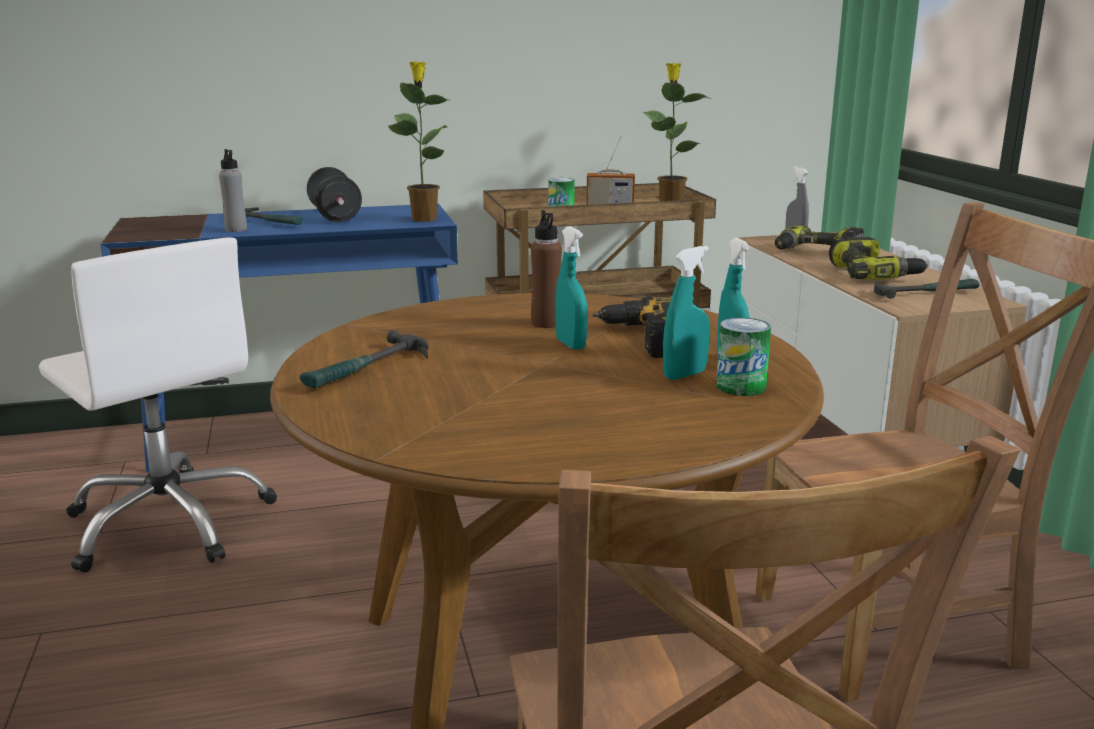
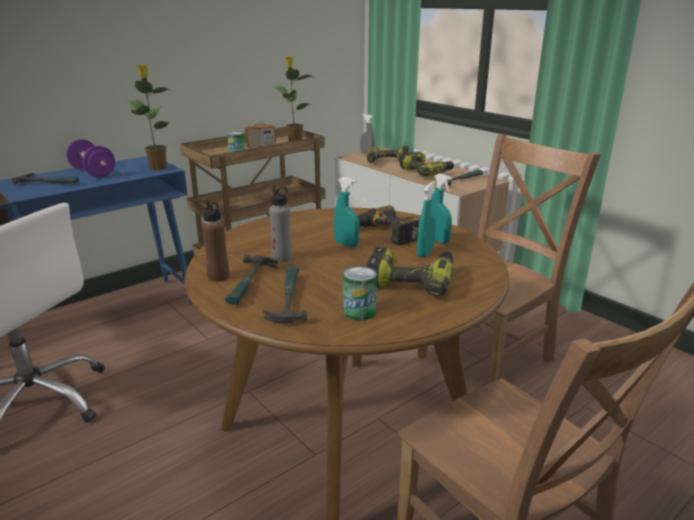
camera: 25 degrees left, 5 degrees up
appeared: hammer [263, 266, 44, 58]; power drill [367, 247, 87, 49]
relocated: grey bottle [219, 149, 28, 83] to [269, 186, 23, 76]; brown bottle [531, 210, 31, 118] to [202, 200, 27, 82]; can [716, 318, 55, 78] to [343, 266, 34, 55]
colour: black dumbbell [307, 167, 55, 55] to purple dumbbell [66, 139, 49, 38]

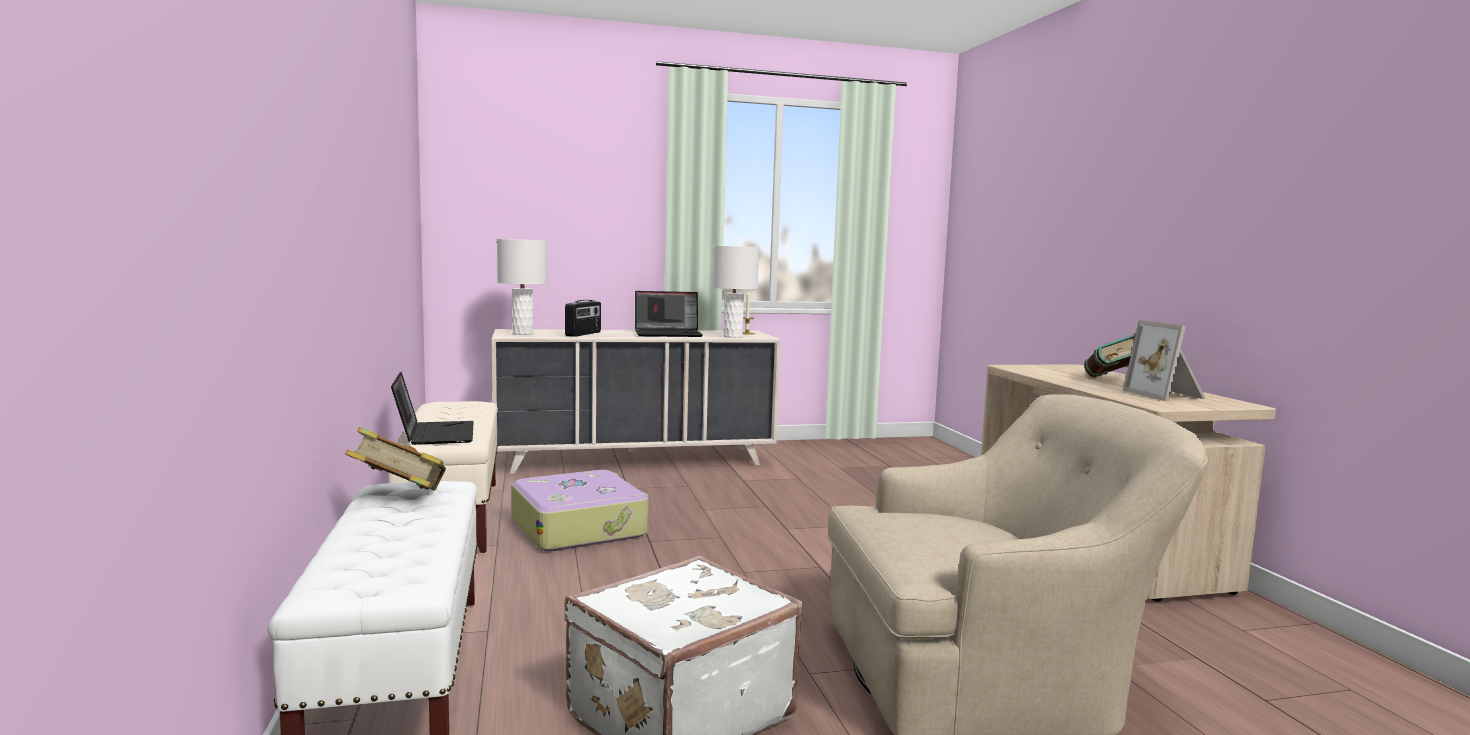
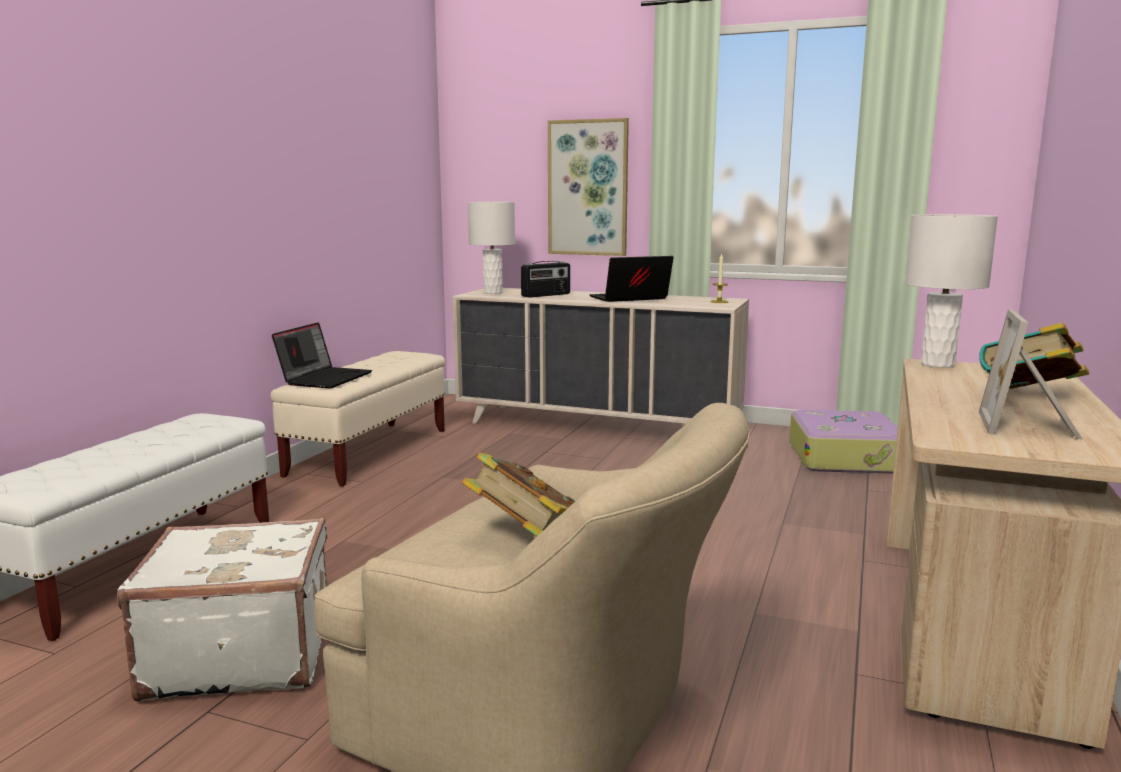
camera: 35 degrees right, 5 degrees up
appeared: picture [548, 118, 81, 138]
relocated: book [345, 427, 101, 64] to [462, 453, 113, 83]; suitcase [511, 470, 138, 81] to [789, 410, 109, 64]; white table lamp [711, 246, 48, 92] to [905, 214, 93, 154]
spun: laptop [635, 291, 68, 46] = [589, 256, 85, 46] 135 degrees clockwise

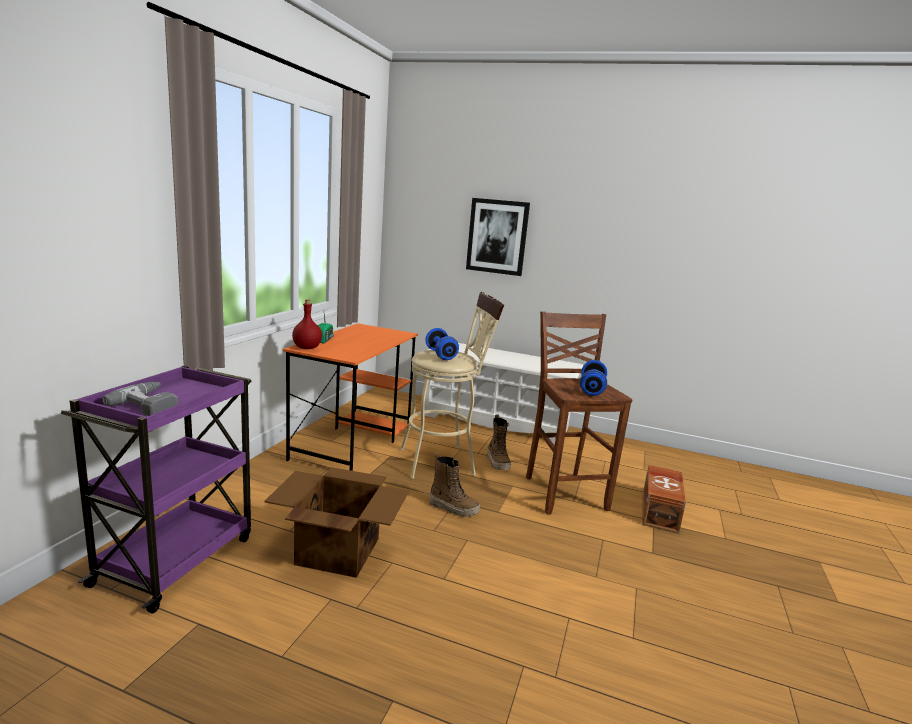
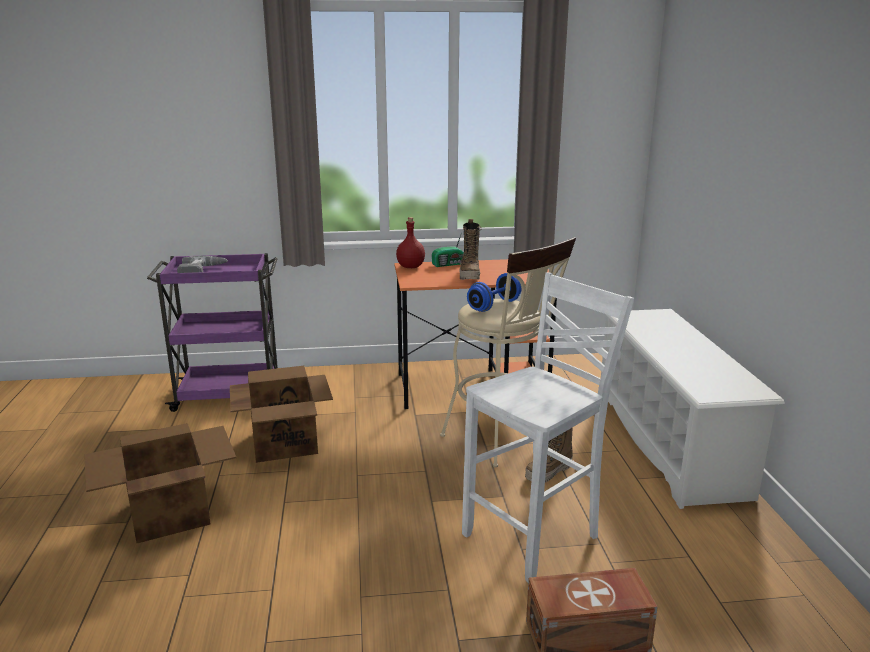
camera: 65 degrees right, 5 degrees up
missing: picture [466, 198, 64, 78]; blue dumbbell [580, 360, 27, 36]
appeared: cardboard box [84, 423, 152, 121]
relocated: boot [429, 454, 51, 63] to [459, 219, 22, 61]
colour: brown stool [526, 311, 106, 203] to white stool [462, 272, 172, 310]

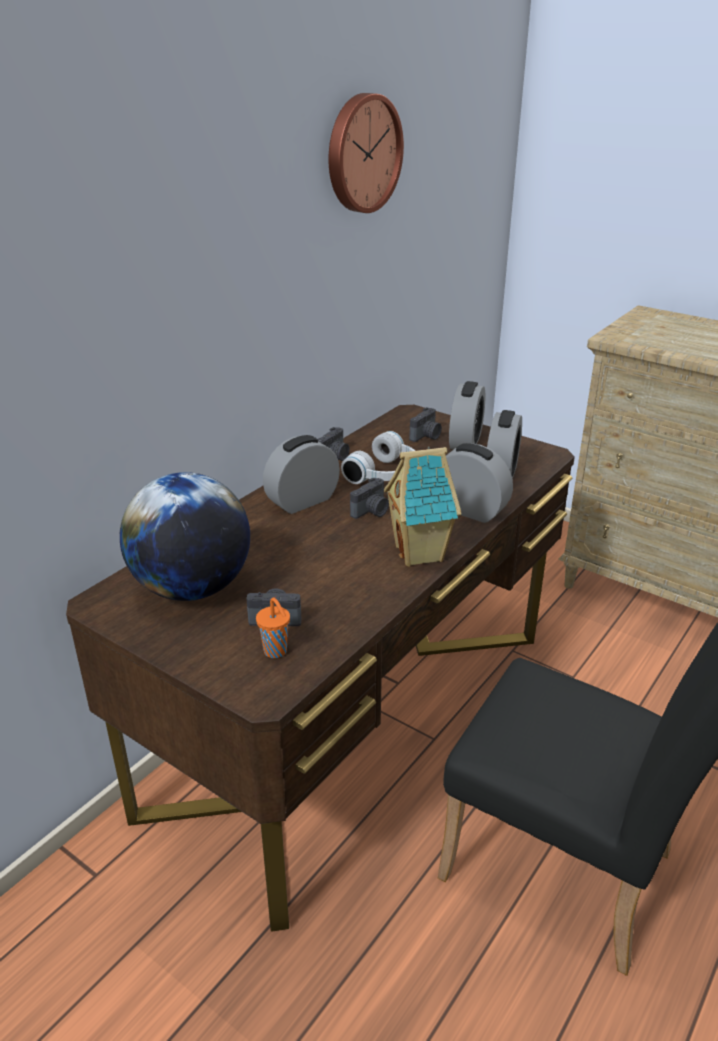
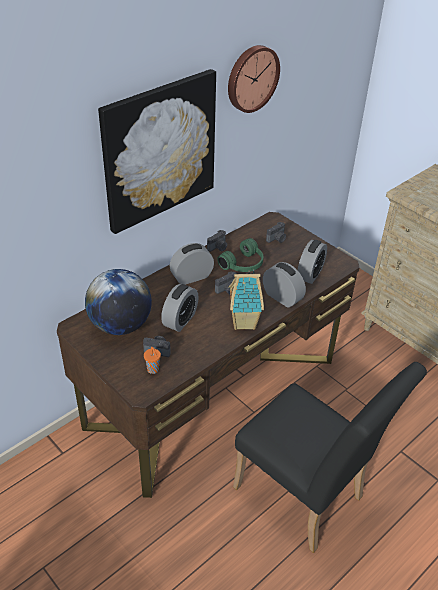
camera: 10 degrees right, 10 degrees up
appeared: picture [98, 69, 118, 165]
relocated: alarm clock [449, 381, 36, 68] to [161, 284, 38, 48]
colour: white headphones [341, 431, 74, 53] to green headphones [217, 238, 46, 34]

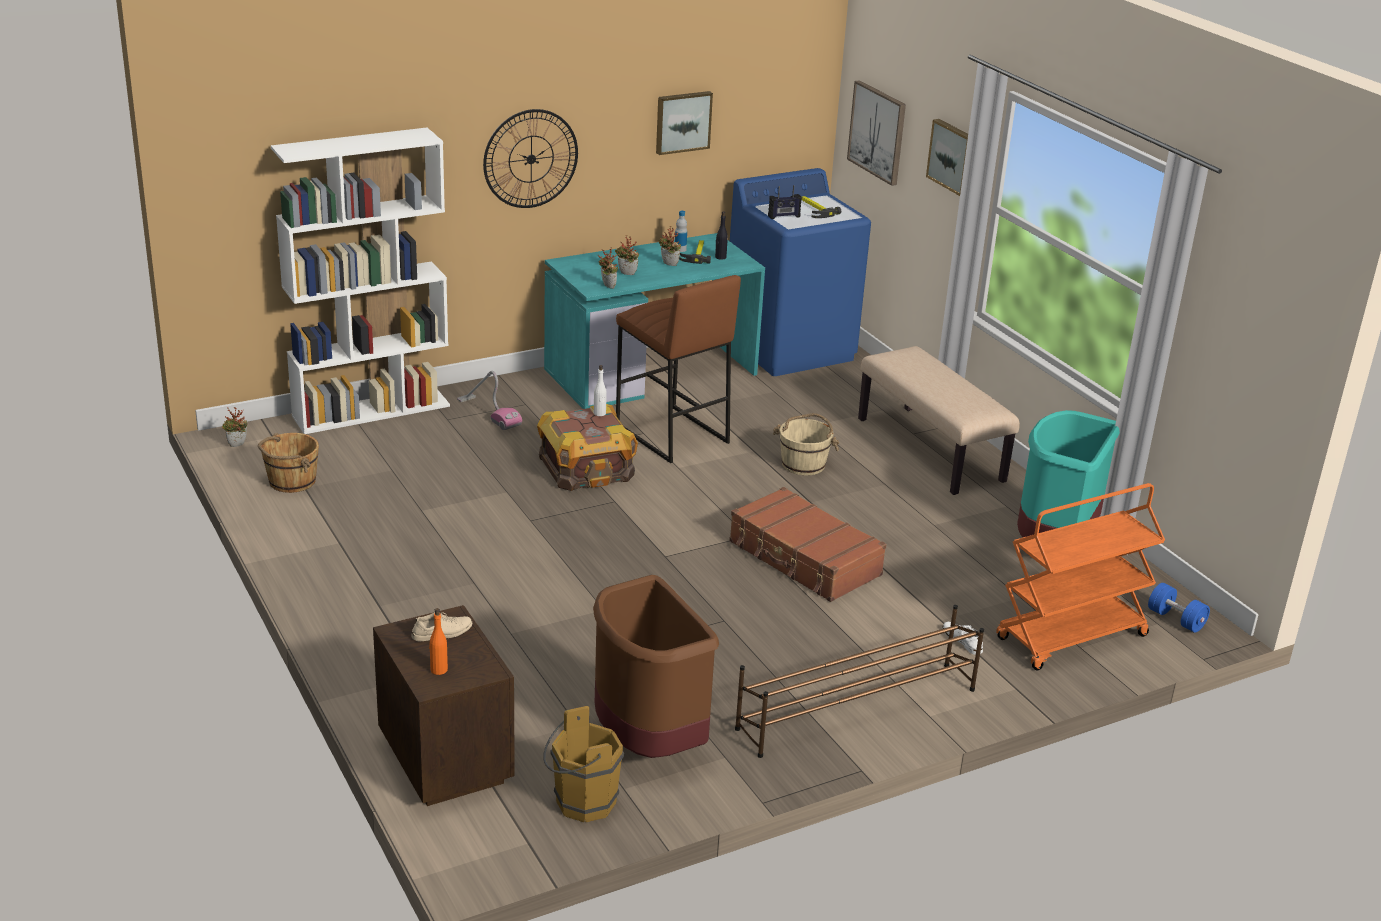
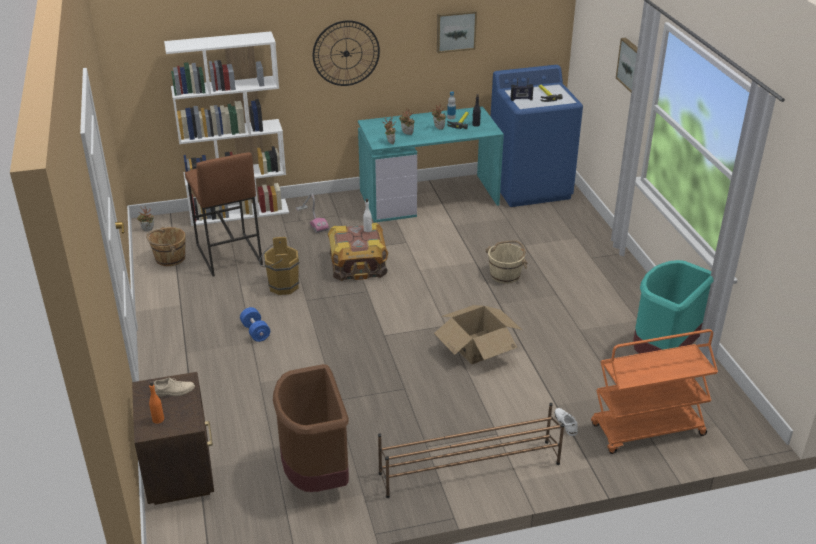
camera: 15 degrees right, 5 degrees up
missing: picture [847, 80, 59, 106]; beige bench [858, 346, 162, 149]
relocated: brown bucket [544, 706, 80, 116] to [259, 237, 41, 58]; brown stool [616, 275, 125, 188] to [185, 152, 78, 125]; blue dumbbell [1148, 583, 62, 50] to [240, 307, 30, 35]
exchanged: brown suitcase [729, 487, 158, 115] to cardboard box [434, 305, 88, 59]

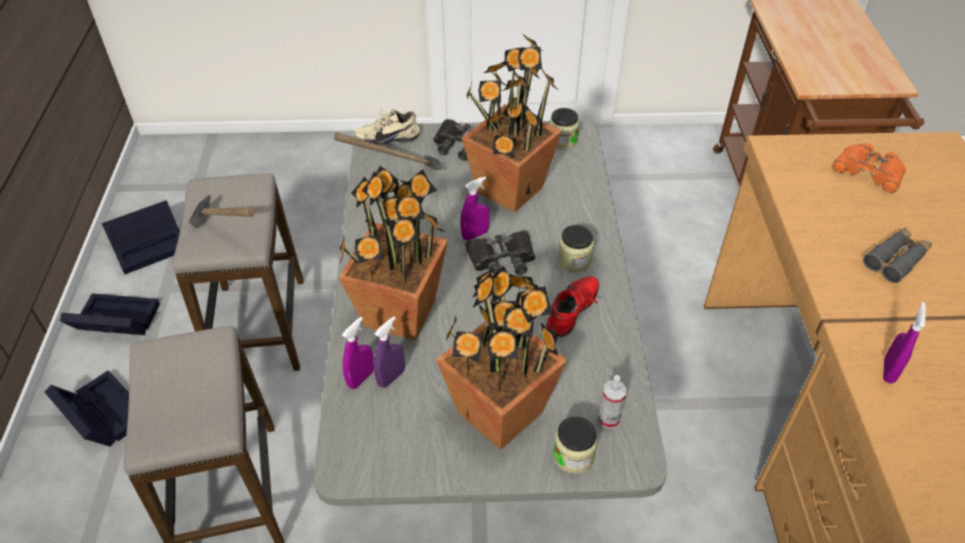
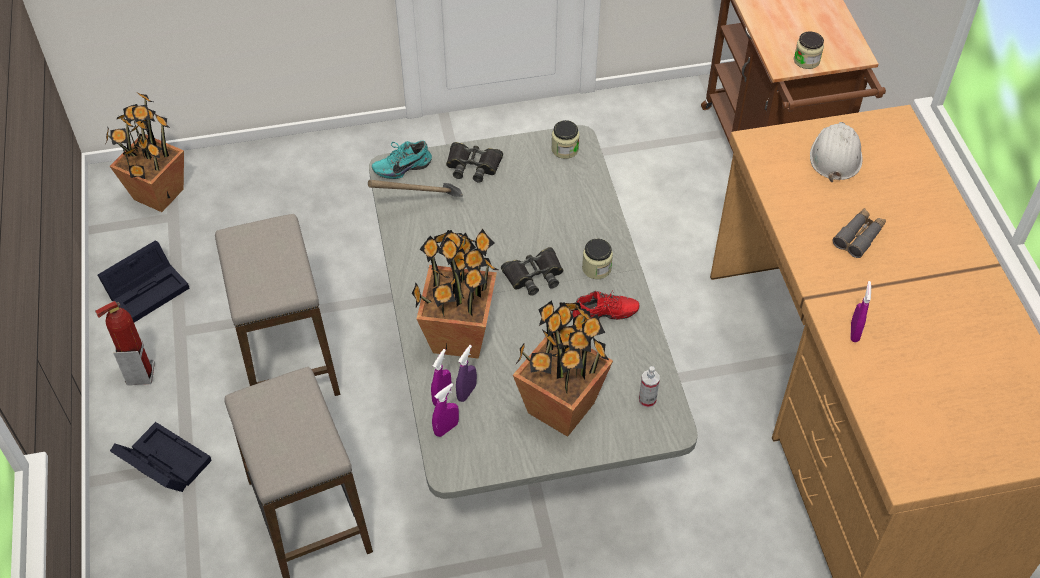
camera: 10 degrees left, 5 degrees up
missing: hammer [189, 195, 67, 31]
relocated: purple spray bottle [460, 177, 30, 64] to [432, 383, 27, 54]; potted plant [462, 33, 100, 179] to [106, 92, 78, 120]; jar [553, 416, 45, 58] to [794, 32, 30, 37]
exchanged: black storage box [60, 293, 100, 42] to fire extinguisher [95, 301, 60, 84]; orange binoculars [832, 143, 74, 50] to white hard hat [810, 122, 53, 61]
colour: beige shoe [354, 109, 66, 38] to turquoise shoe [372, 141, 60, 38]
spun: red shoe [546, 276, 53, 61] = [572, 290, 67, 30] 60 degrees clockwise

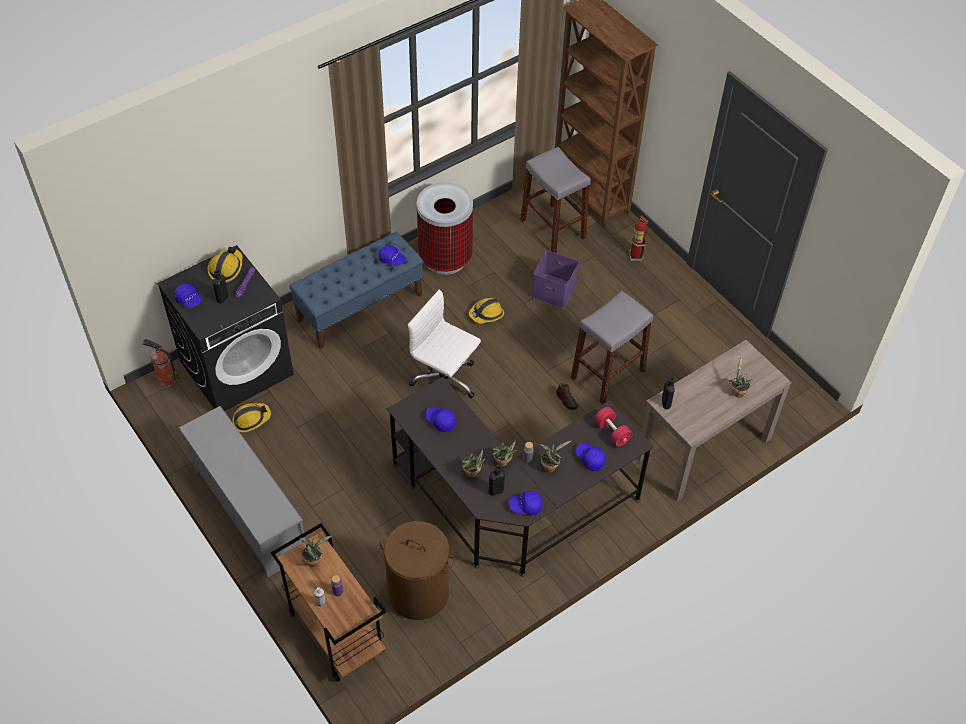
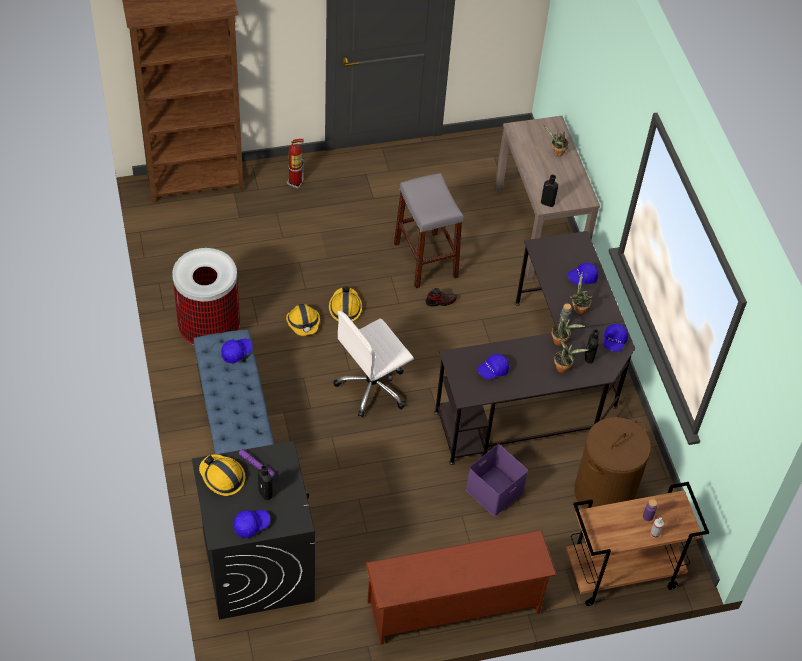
camera: 70 degrees left, 0 degrees up
missing: fire extinguisher [142, 339, 37, 49]; potted plant [300, 535, 32, 32]; grey stool [520, 147, 71, 106]; red dumbbell [594, 407, 39, 40]
relocated: hard hat [233, 403, 38, 29] to [329, 286, 33, 35]; purple storage box [532, 250, 47, 58] to [466, 444, 62, 73]
colour: grey shoe rack [179, 406, 126, 171] to brown shoe rack [365, 530, 192, 115]

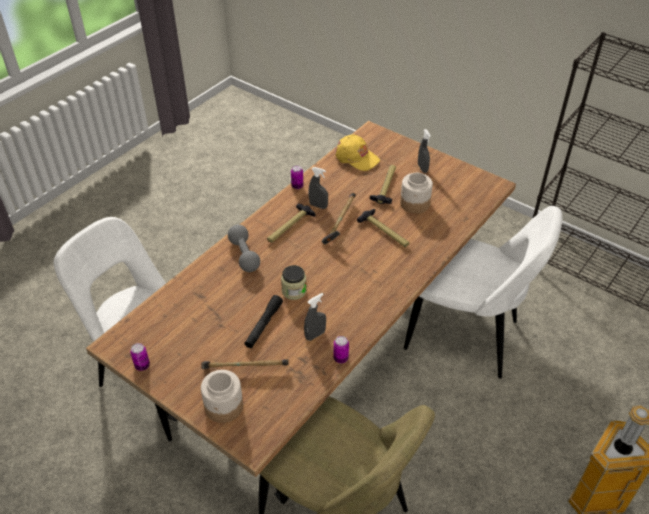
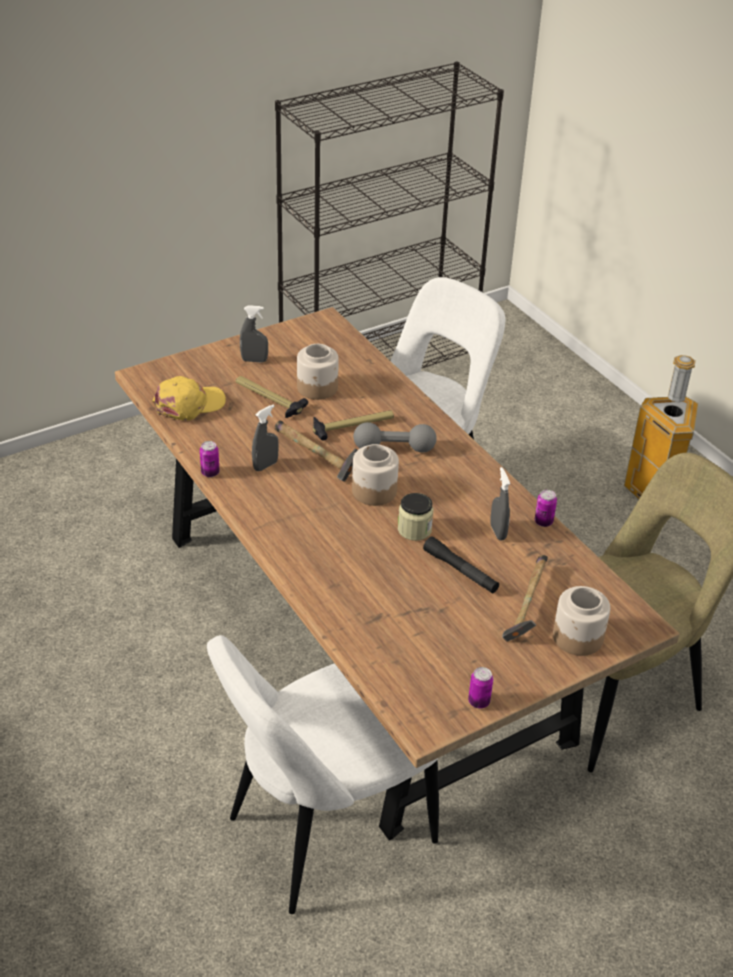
camera: 70 degrees left, 5 degrees down
missing: hammer [267, 203, 48, 40]
appeared: jar [352, 444, 47, 62]
relocated: grey dumbbell [228, 224, 32, 48] to [353, 422, 84, 31]

